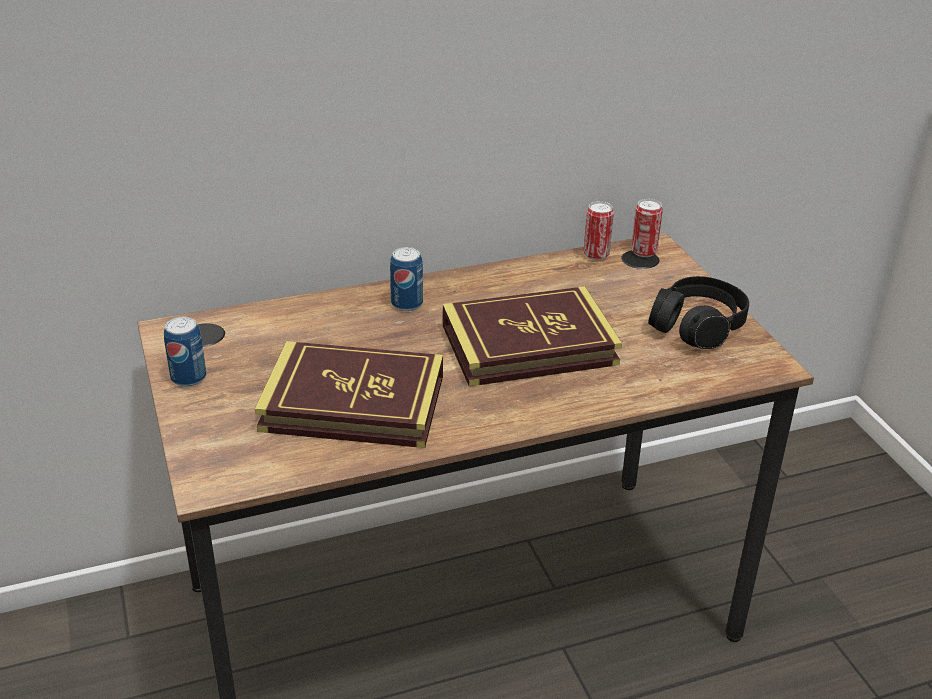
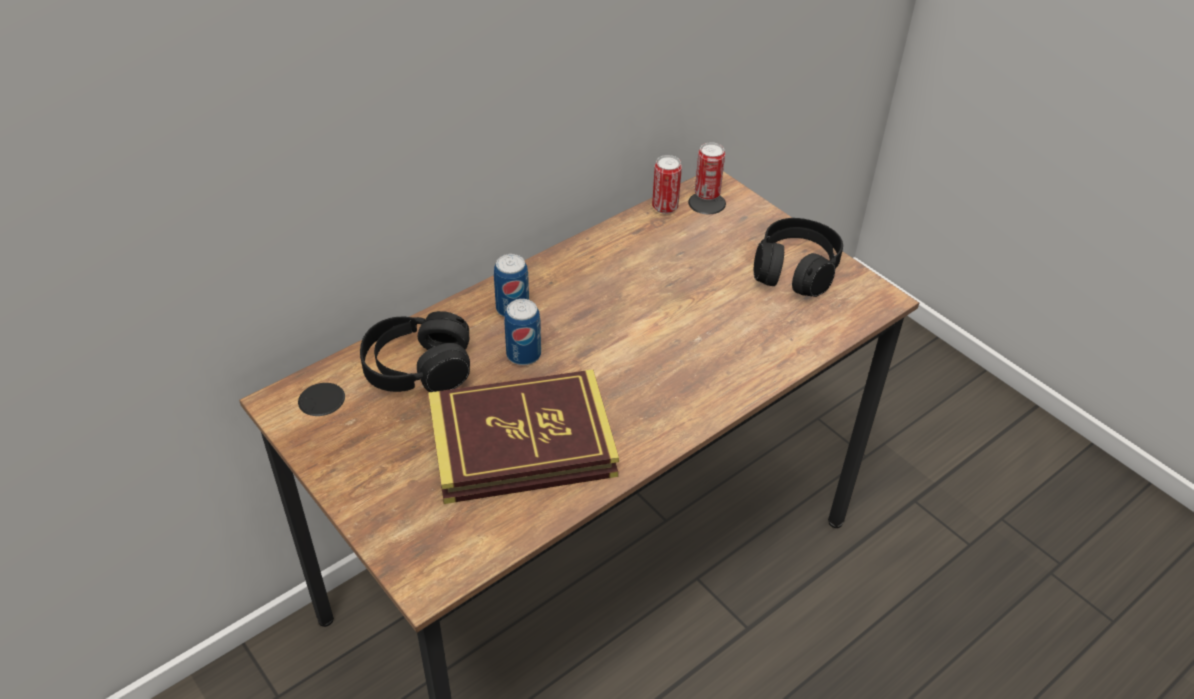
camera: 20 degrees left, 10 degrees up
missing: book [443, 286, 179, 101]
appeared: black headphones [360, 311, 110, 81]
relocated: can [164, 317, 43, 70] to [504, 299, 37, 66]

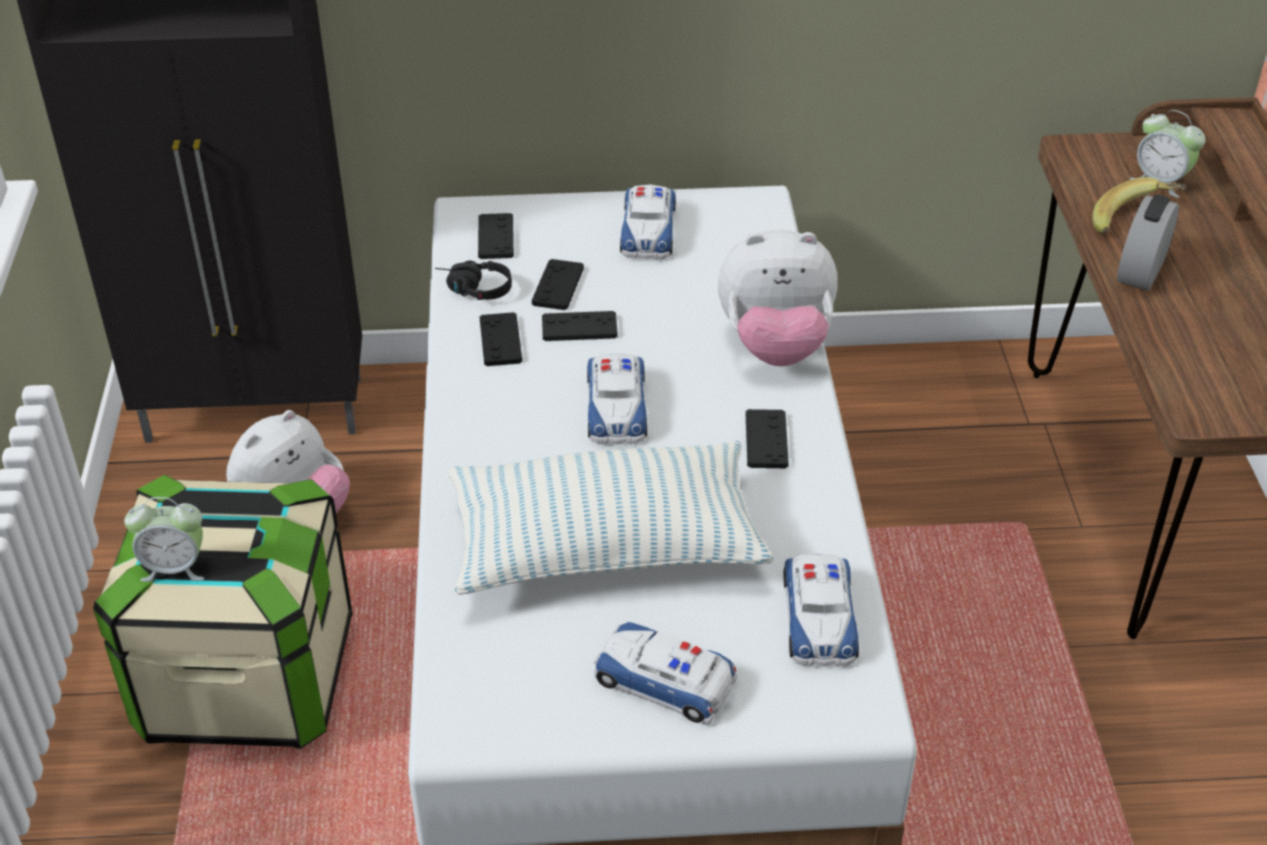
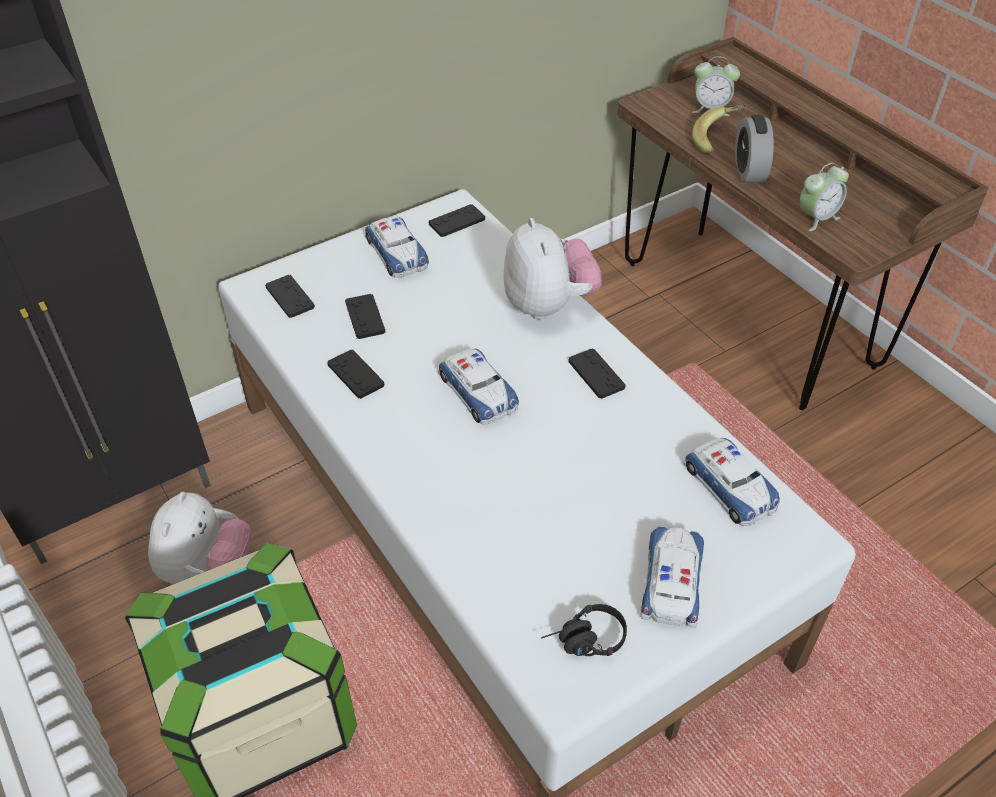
camera: 30 degrees left, 5 degrees up
missing: pillow [449, 441, 325, 154]
relocated: alarm clock [124, 497, 80, 85] to [800, 163, 49, 68]; black headphones [435, 260, 77, 40] to [541, 604, 86, 52]; black game controller [542, 311, 76, 30] to [429, 204, 56, 33]
spun: toy car [594, 622, 143, 103] = [640, 526, 64, 102] 105 degrees clockwise; plush toy [718, 229, 120, 137] = [503, 218, 99, 101] 75 degrees counterclockwise

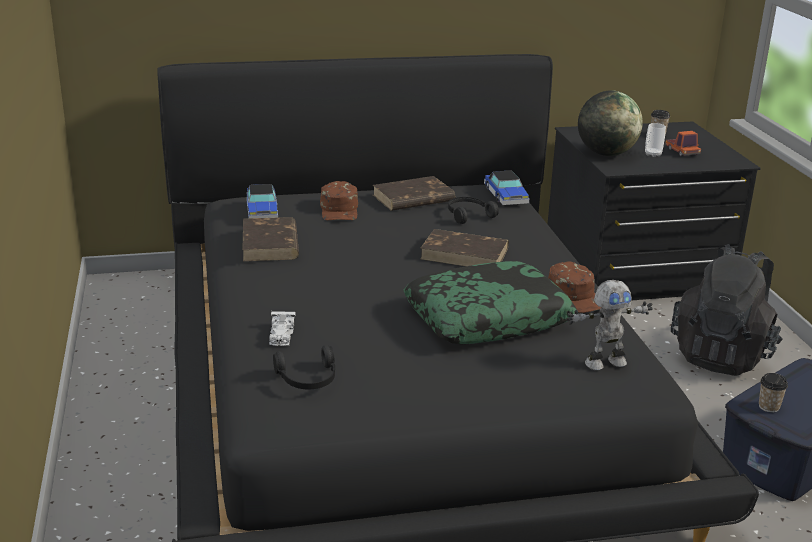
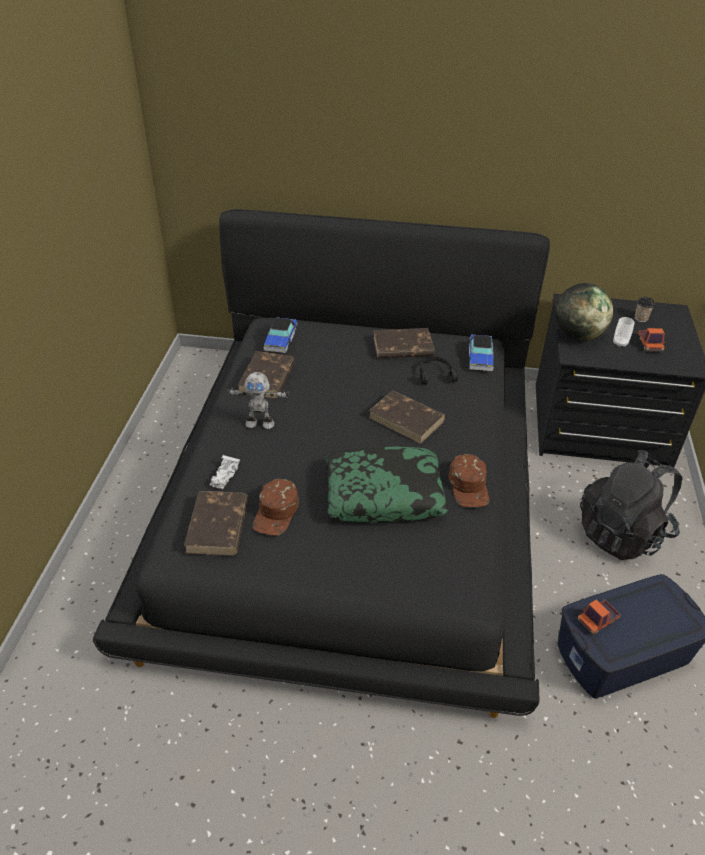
camera: 20 degrees right, 15 degrees up
relocated: brown cap [320, 181, 38, 39] to [253, 479, 46, 56]; toy robot [566, 280, 87, 90] to [226, 372, 64, 57]
exchanged: black headphones [273, 345, 62, 44] to brown book [184, 491, 65, 64]; cup [759, 373, 29, 40] to toy truck [577, 600, 44, 35]

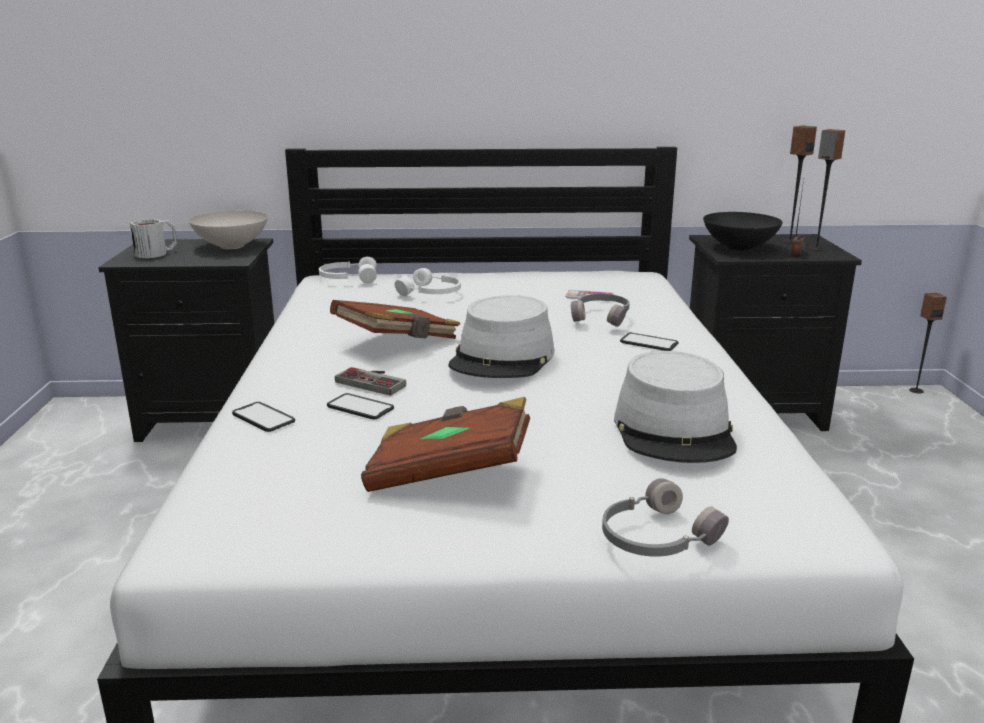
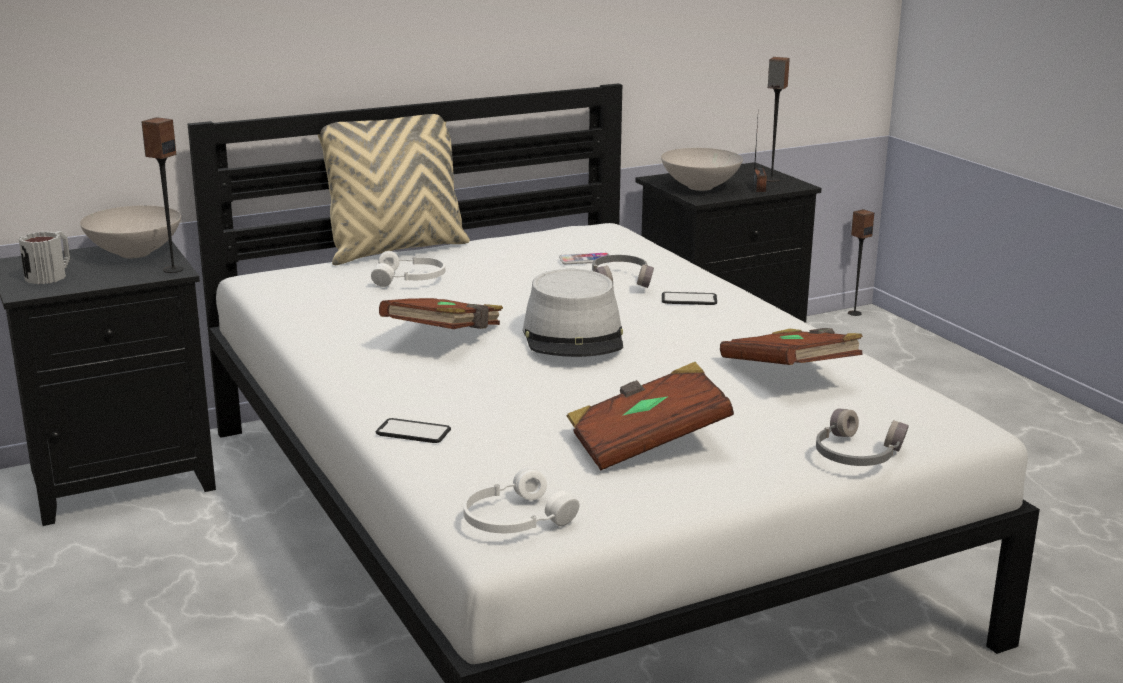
camera: 25 degrees left, 0 degrees up
missing: phone [327, 393, 67, 26]; game controller [335, 367, 71, 29]
appeared: beige pillow [318, 114, 152, 151]
relocated: white headphones [319, 257, 58, 26] to [463, 467, 116, 66]; speaker [783, 126, 34, 118] to [141, 117, 43, 156]
exchanged: grey hat [614, 351, 123, 112] to brown book [720, 328, 143, 37]
colour: black bowl [703, 212, 80, 39] to white bowl [661, 148, 82, 43]

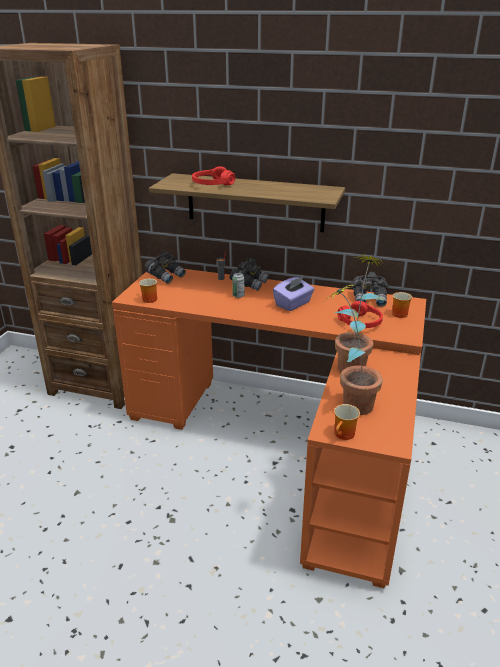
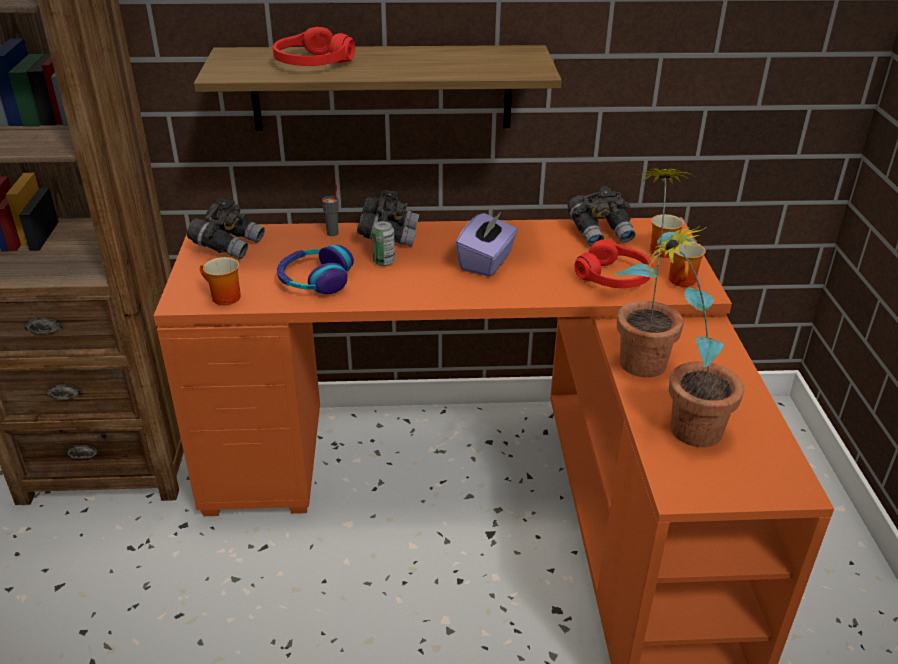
camera: 20 degrees left, 5 degrees up
appeared: headphones [277, 245, 77, 49]
relocated: mug [334, 404, 26, 36] to [669, 242, 37, 45]

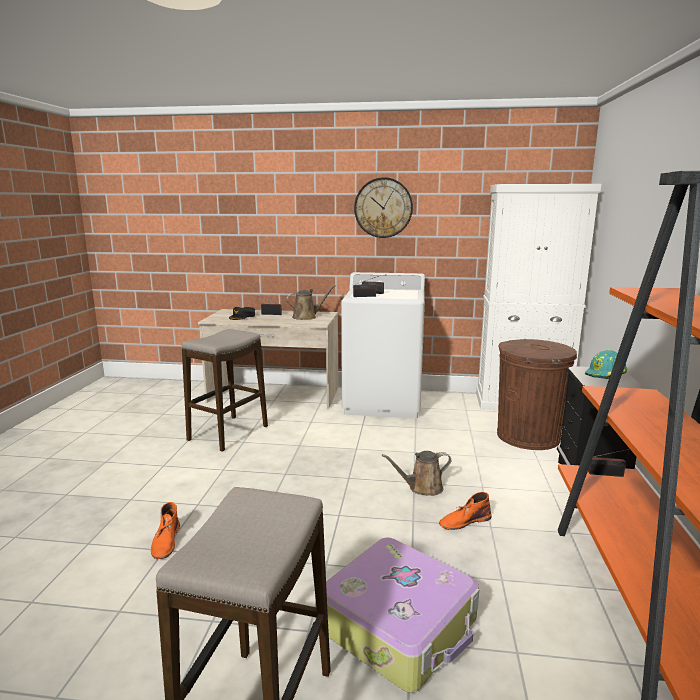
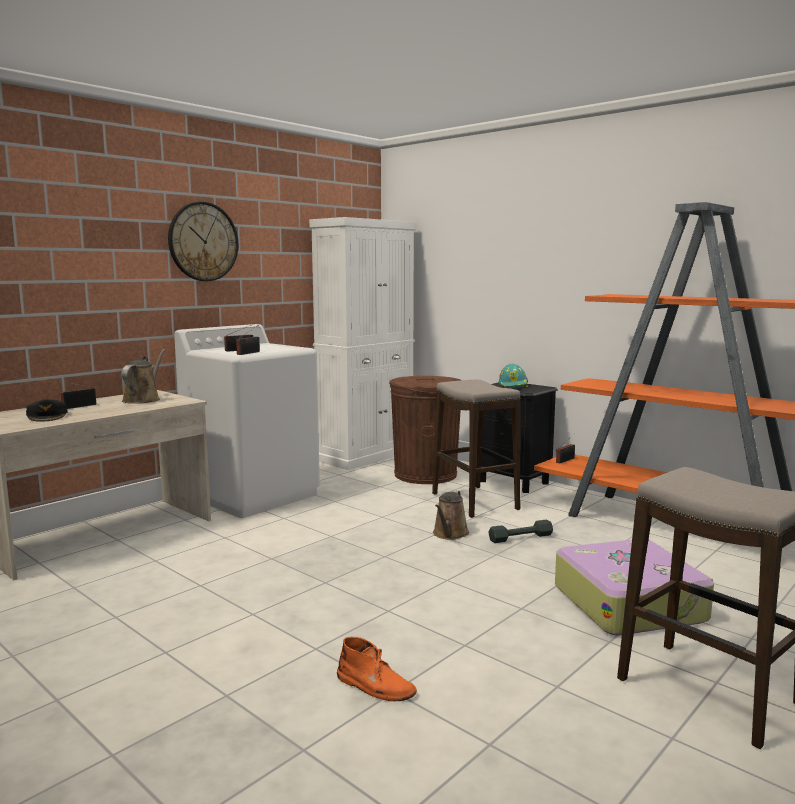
camera: 55 degrees left, 5 degrees down
relocated: stool [182, 329, 86, 123] to [432, 379, 88, 139]
exchanged: orange boot [439, 492, 52, 38] to grey dumbbell [488, 520, 65, 23]

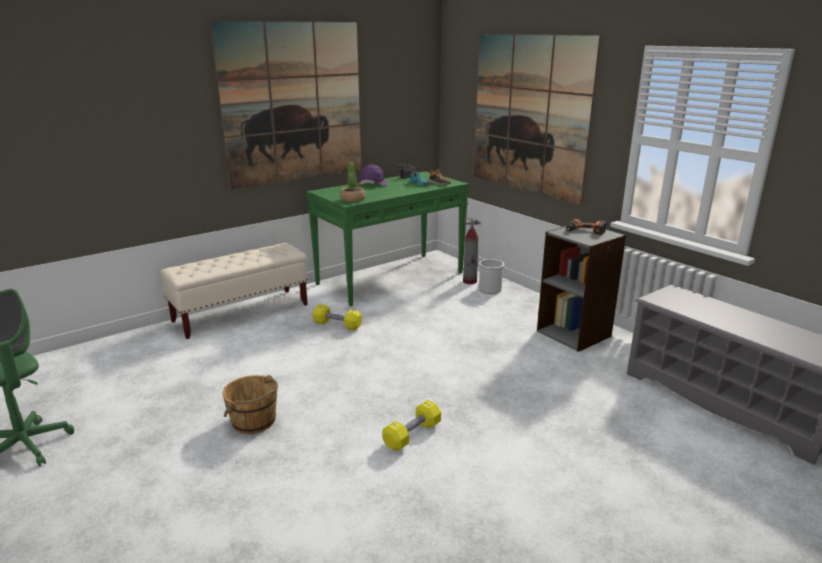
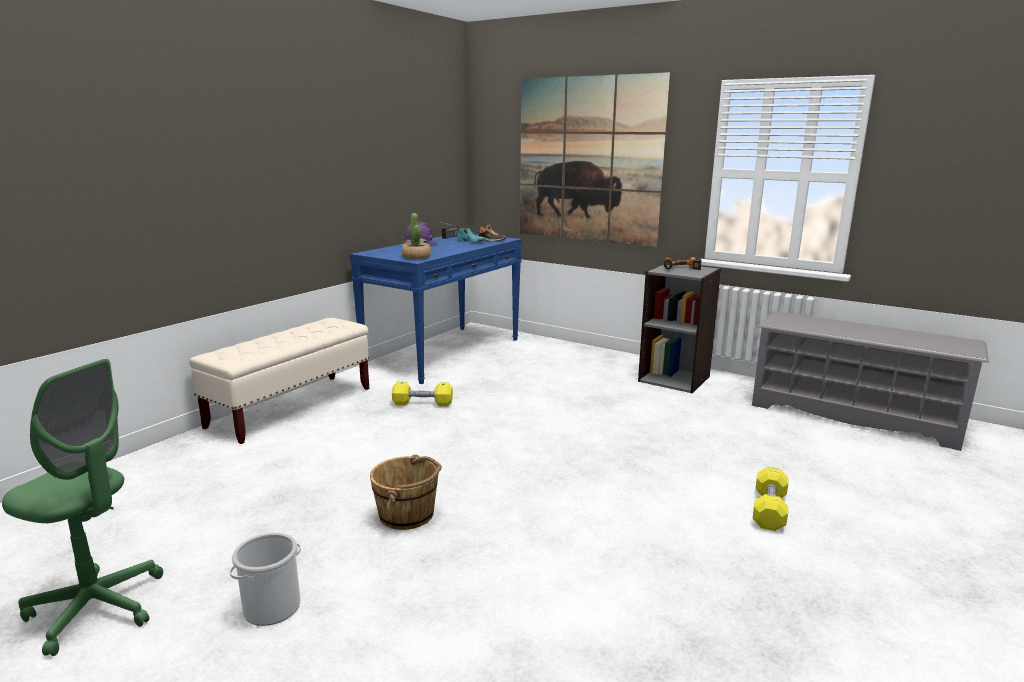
camera: 20 degrees left, 5 degrees down
missing: picture [210, 21, 152, 169]; fire extinguisher [463, 218, 18, 66]
relocated: yellow dumbbell [383, 400, 58, 51] to [753, 467, 35, 64]; bucket [478, 259, 27, 35] to [230, 533, 71, 93]
colour: green console table [306, 171, 163, 136] to blue console table [349, 234, 173, 150]

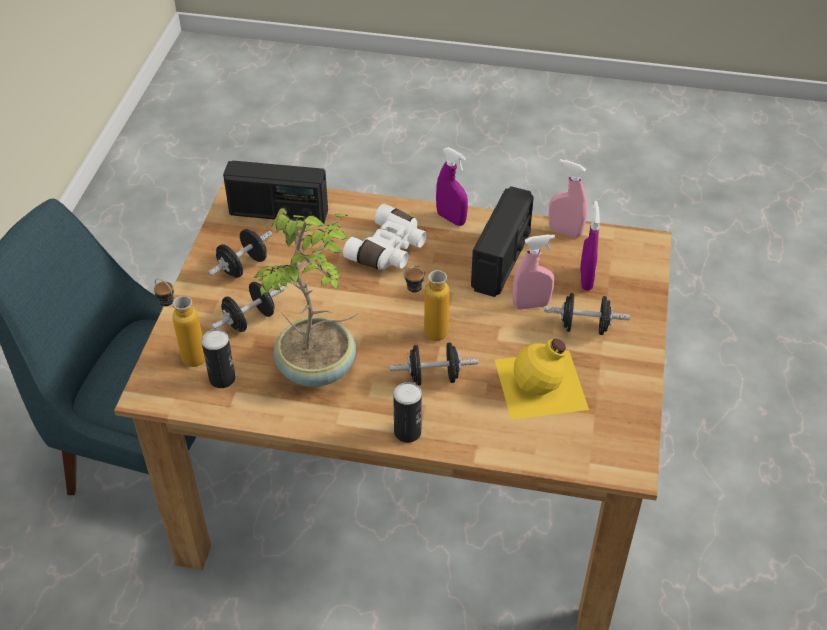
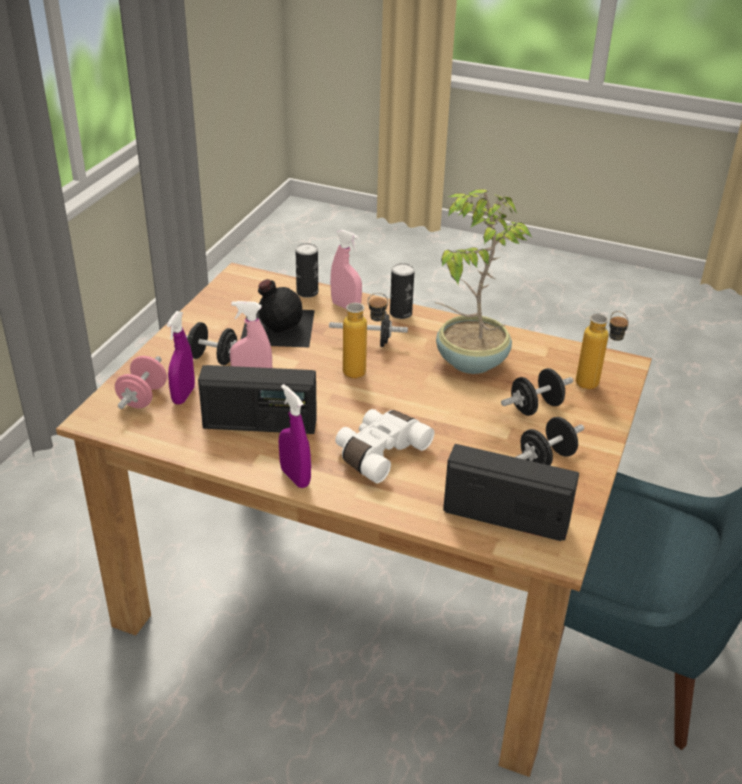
camera: 170 degrees left, 10 degrees down
appeared: pink dumbbell [115, 356, 52, 53]
relocated: can [201, 329, 35, 59] to [295, 243, 23, 55]; pink spray bottle [548, 159, 39, 79] to [330, 229, 32, 80]
colour: yellow bottle [495, 339, 94, 81] to black bottle [241, 279, 74, 68]
spun: radio [471, 186, 63, 111] = [198, 365, 119, 69] 120 degrees counterclockwise

